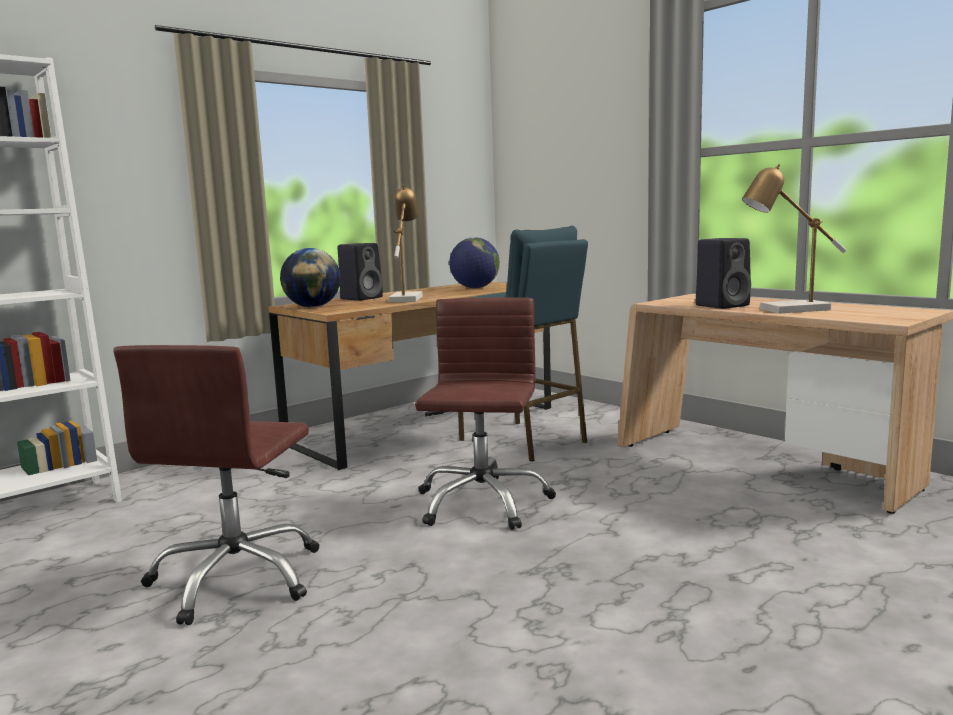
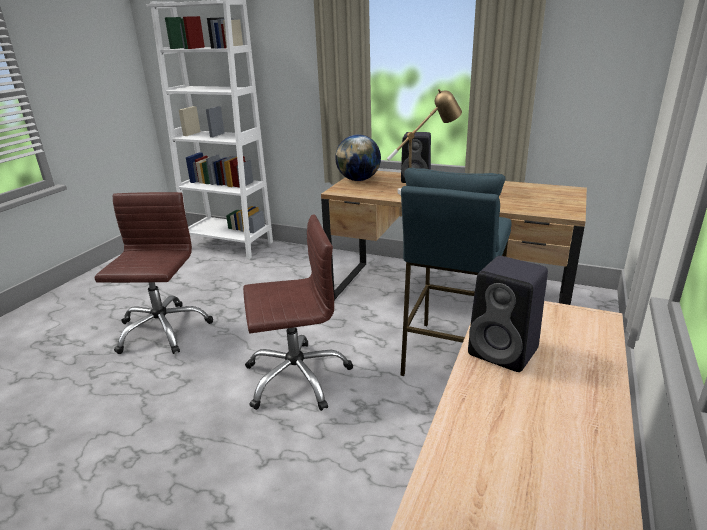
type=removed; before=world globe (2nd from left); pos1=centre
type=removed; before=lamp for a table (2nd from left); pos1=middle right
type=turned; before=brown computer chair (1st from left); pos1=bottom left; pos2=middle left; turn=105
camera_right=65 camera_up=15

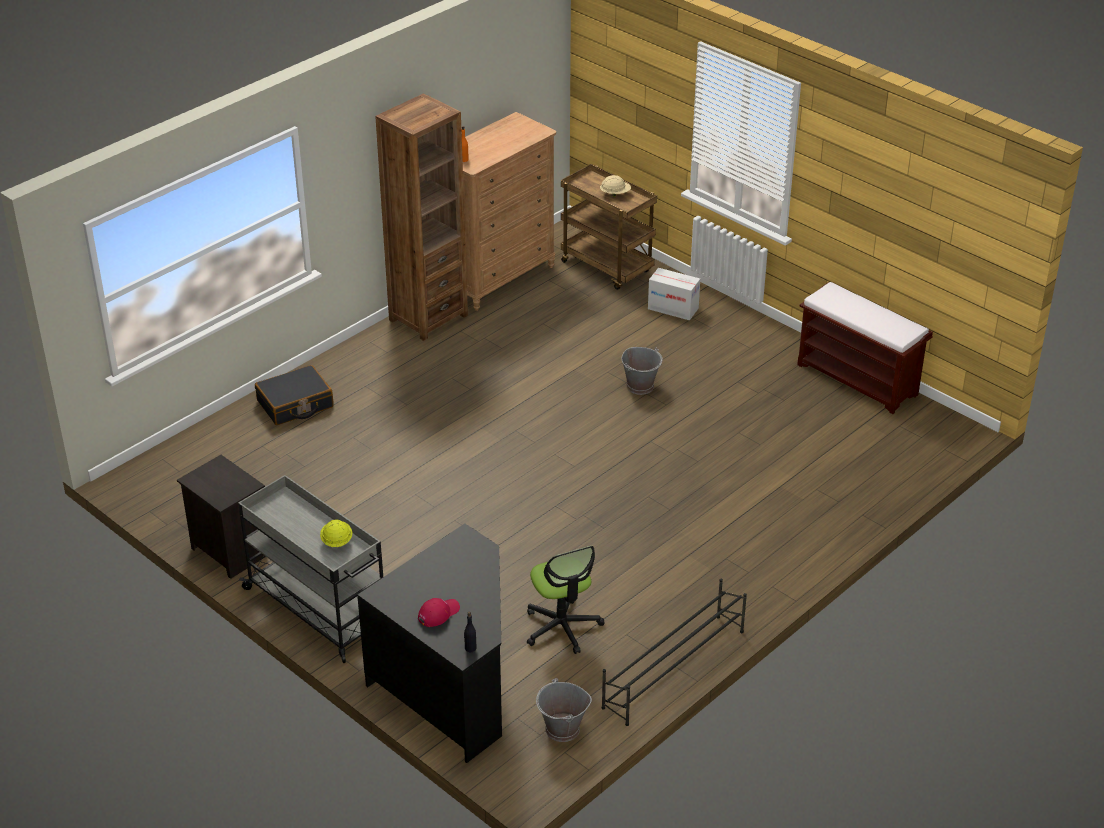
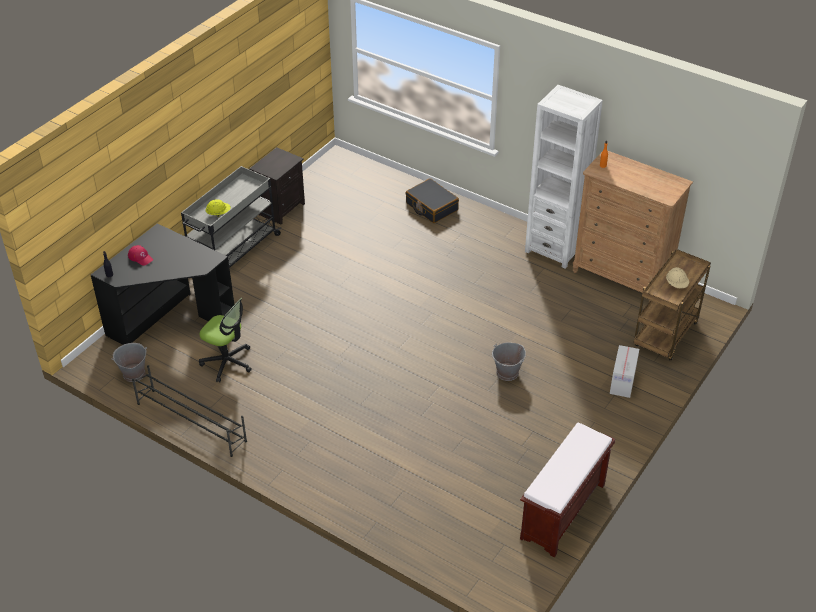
type=recoloured; before=brown bookcase; after=white-coloured bookcase; pos1=top centre; pos2=top right
type=turned; before=computer chair; pos1=bottom centre; pos2=middle left; turn=-120
camera_right=80 camera_up=5

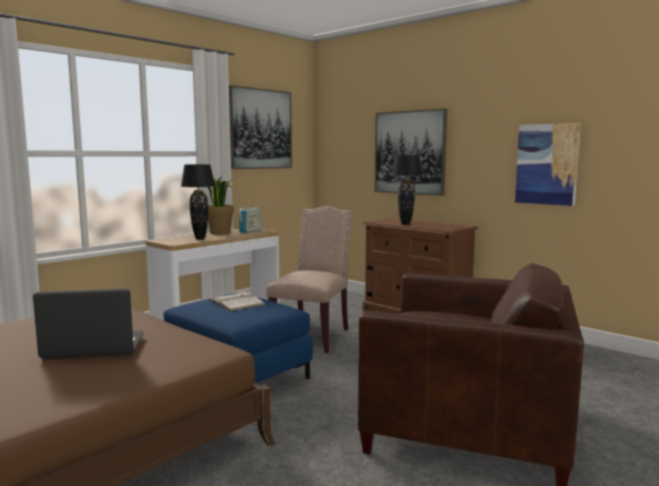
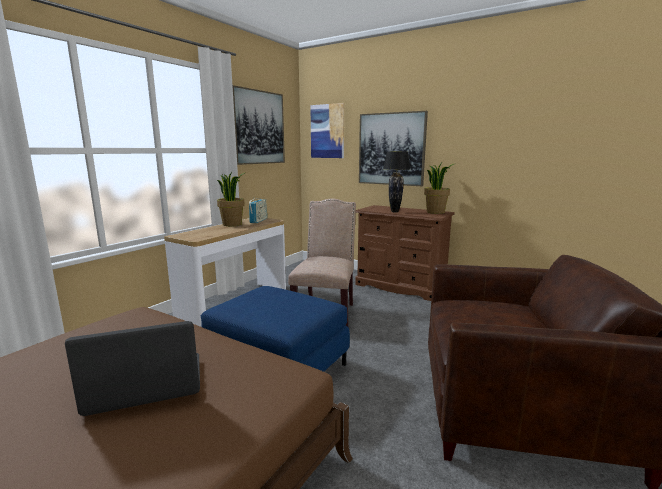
type=removed; before=blackish lamp for a table (1st from left); pos1=middle left
type=removed; before=white-coloured book; pos1=centre
type=added; after=houseplant (2nd from left); pos2=centre
type=moved; before=wall picture (3rd from left in the first image); after=wall picture (2nd from left); pos1=middle right; pos2=top centre
camera_right=-10 camera_up=5

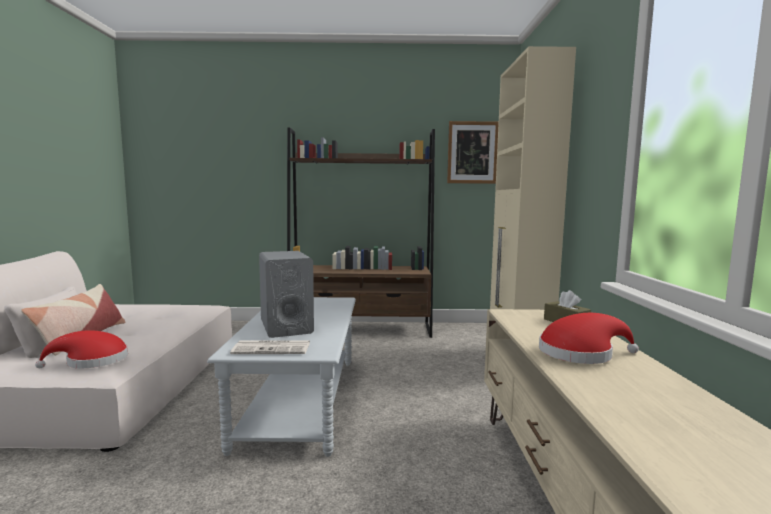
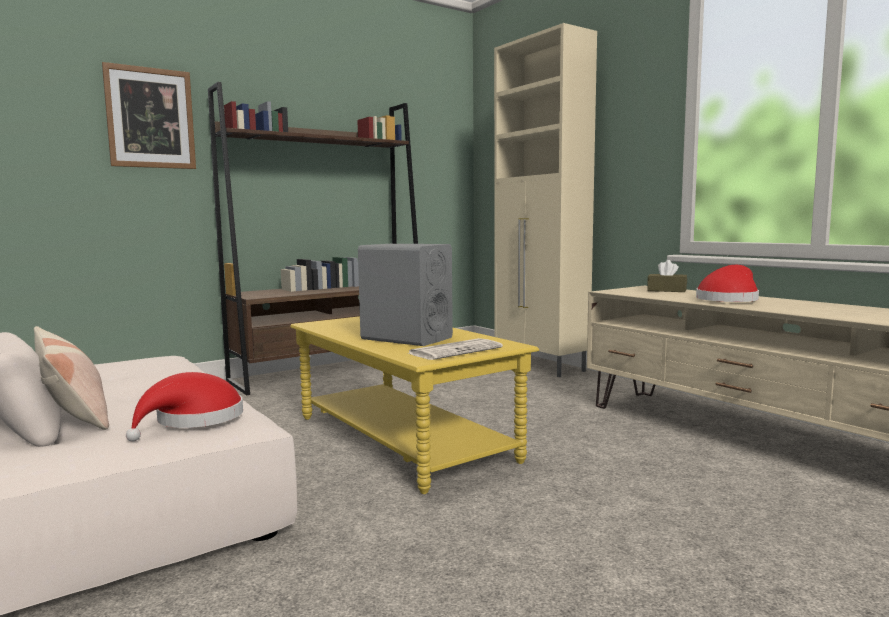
type=moved; before=wall picture; pos1=top centre; pos2=top left
type=recoloured; before=grey coffee table; after=yellow coffee table; pos1=bottom centre; pos2=centre
camera_right=-35 camera_up=0

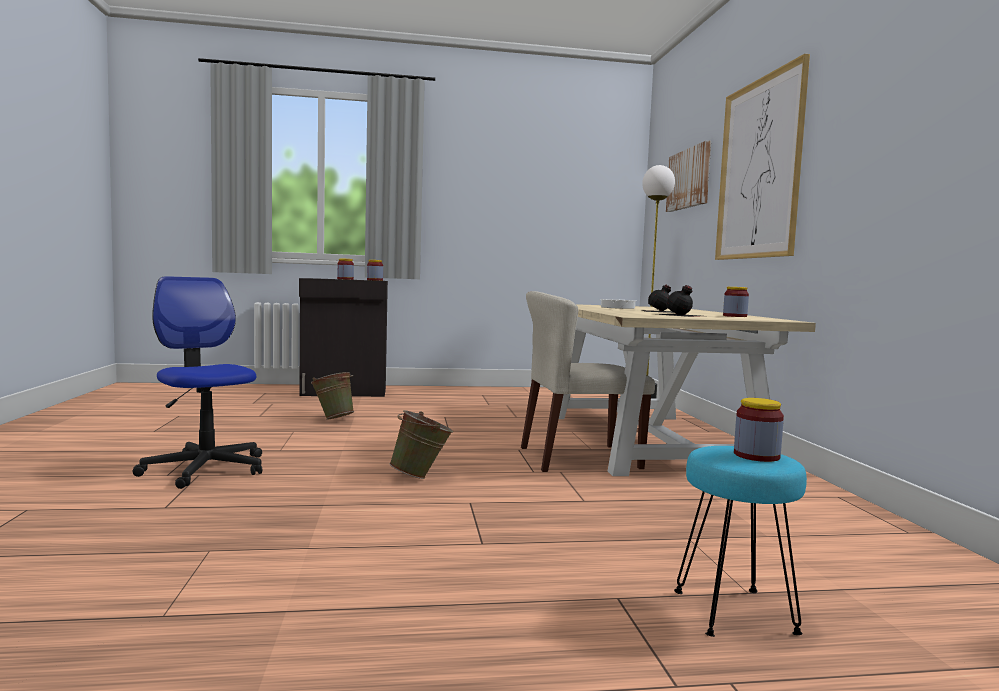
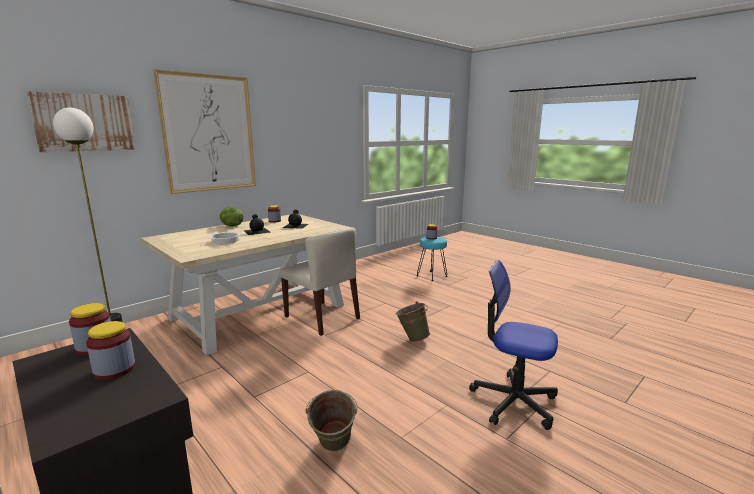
type=added; after=head of lettuce; pos2=middle left
type=turned; before=computer chair; pos1=middle left; pos2=bottom right; turn=105
camera_right=-125 camera_up=10

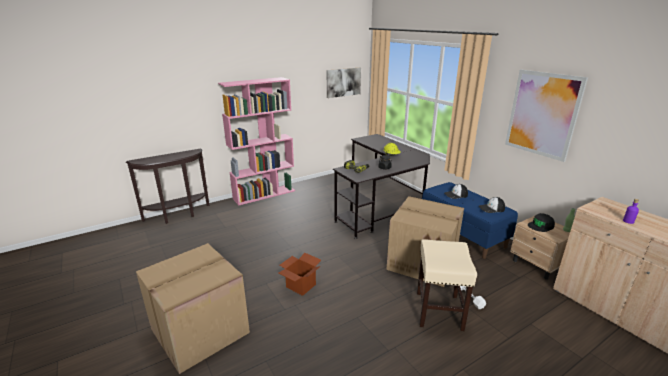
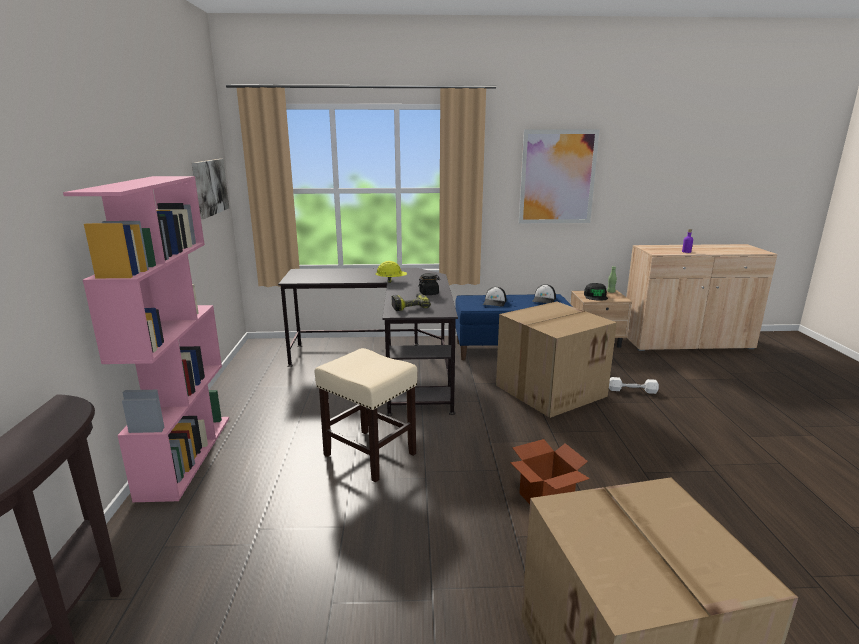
type=moved; before=beige-coloured sitting stool; pos1=bottom right; pos2=centre
camera_right=-60 camera_up=-5

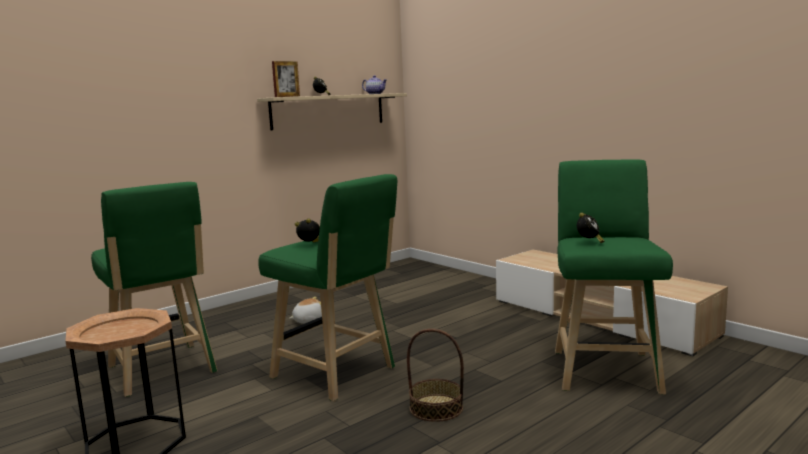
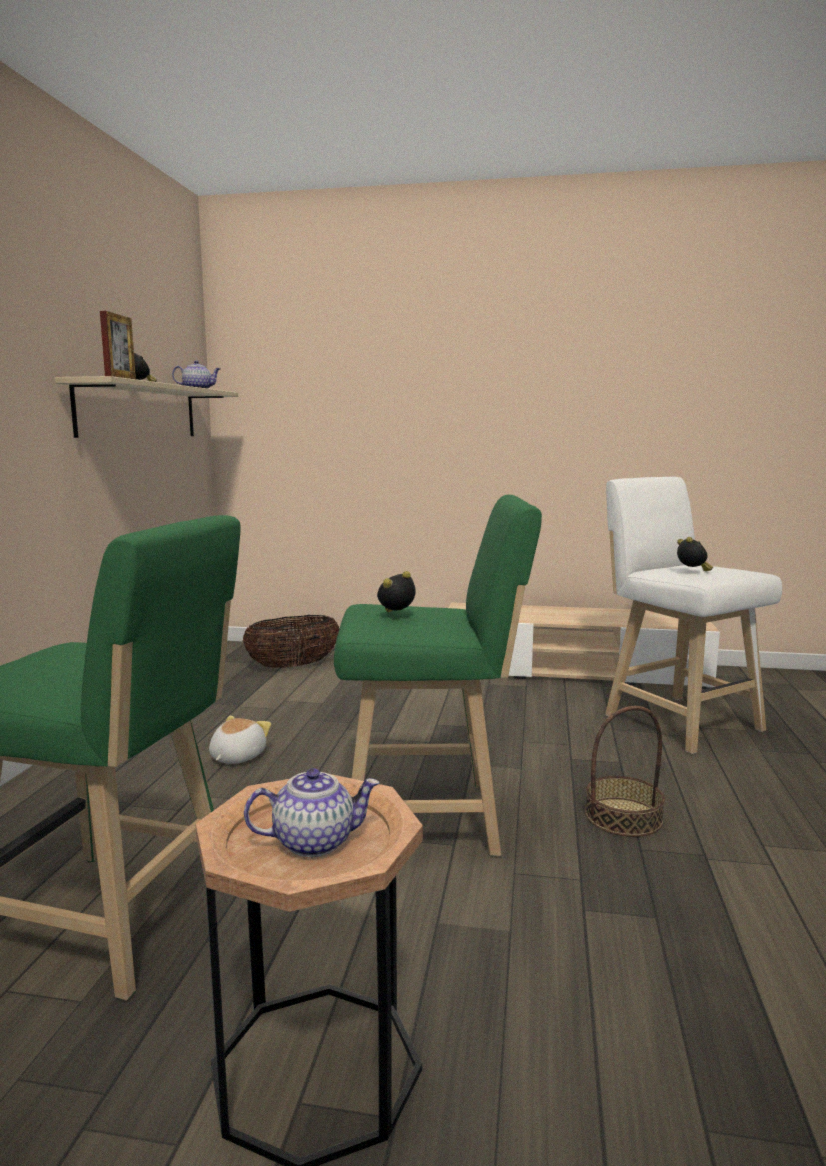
type=added; after=household basket (1st from left); pos2=centre
type=added; after=pot for tea (2nd from left); pos2=bottom centre
type=recoloured; before=green-coloured sitting stool (3rd from left); after=white-coloured sitting stool; pos1=middle right; pos2=middle right
camera_right=-40 camera_up=0

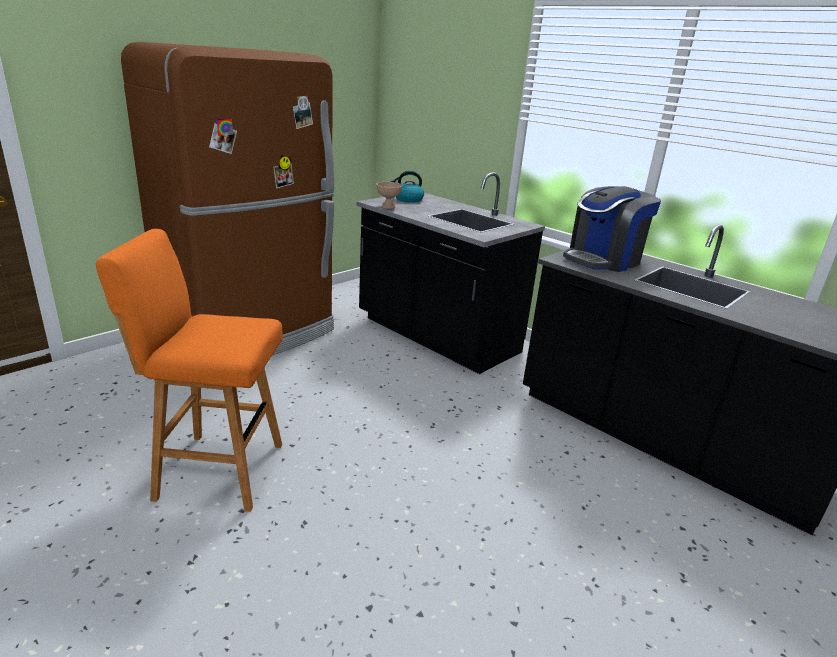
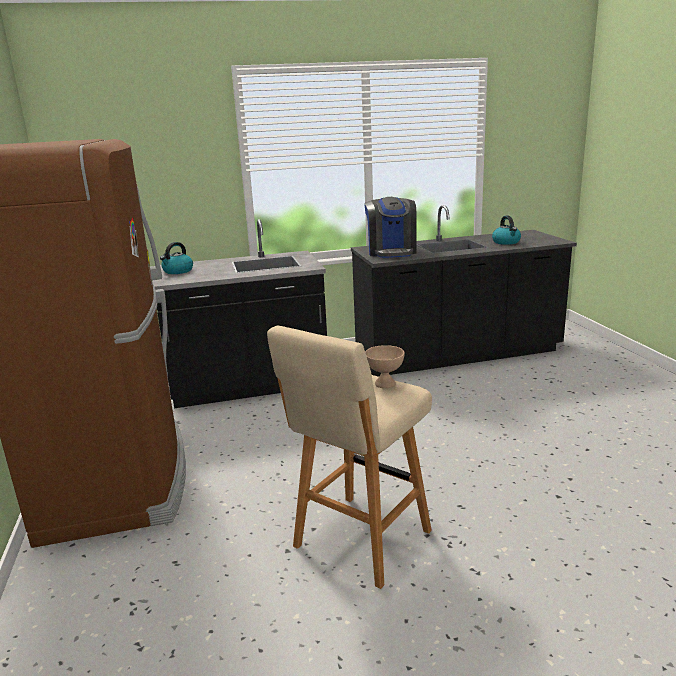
type=added; after=tea kettle (2nd from left); pos2=middle right
type=moved; before=beige-coloured bowl; pos1=top centre; pos2=centre
type=recoloured; before=orange-coloured sitting stool; after=beige-coloured sitting stool; pos1=middle left; pos2=bottom centre
camera_right=-55 camera_up=-5

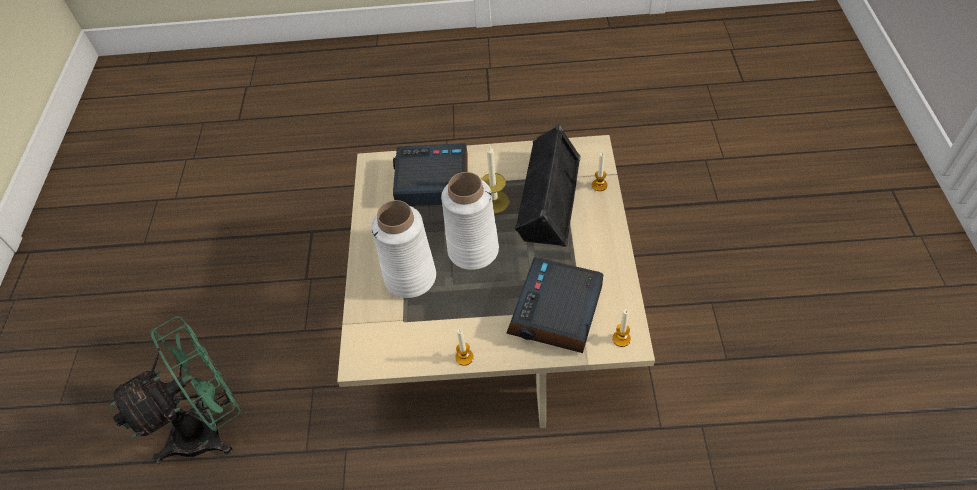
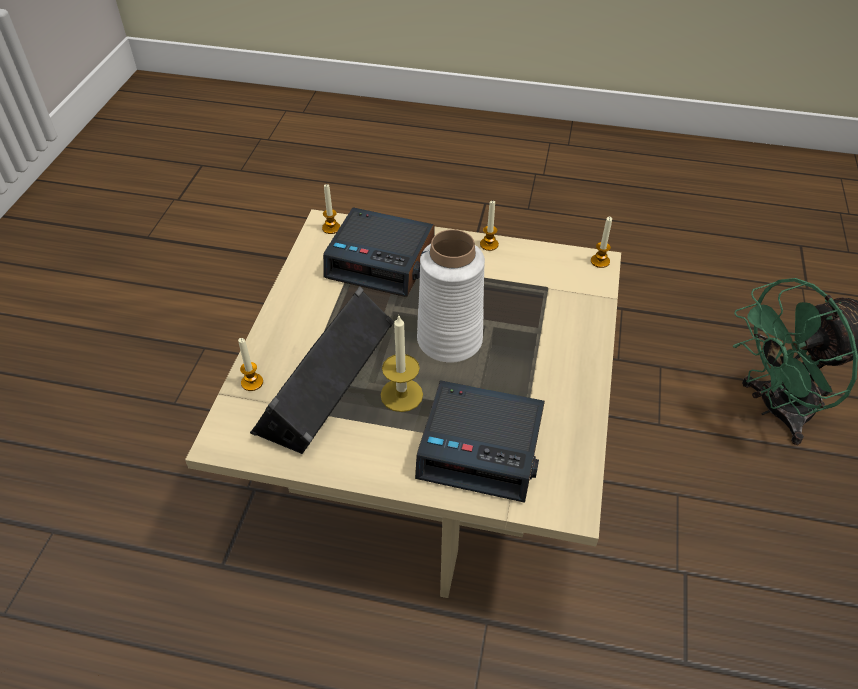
type=removed; before=white-coloured flower vase (1st from left); pos1=centre
type=added; after=wax light (5th from left); pos2=middle right
type=turned; before=bedside clock (2nd from left in the first image); pos1=centre; pos2=centre; turn=75
camera_right=-170 camera_up=-5

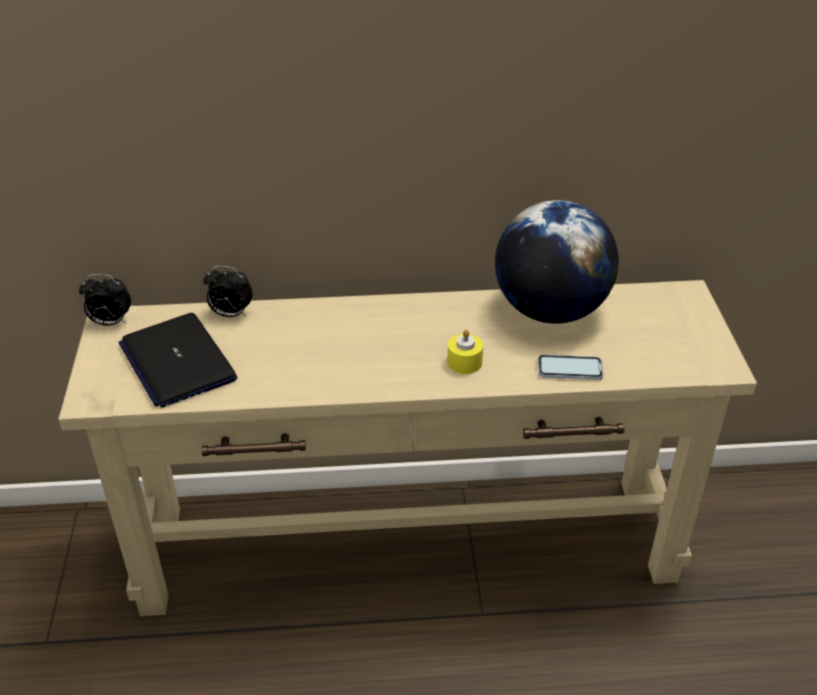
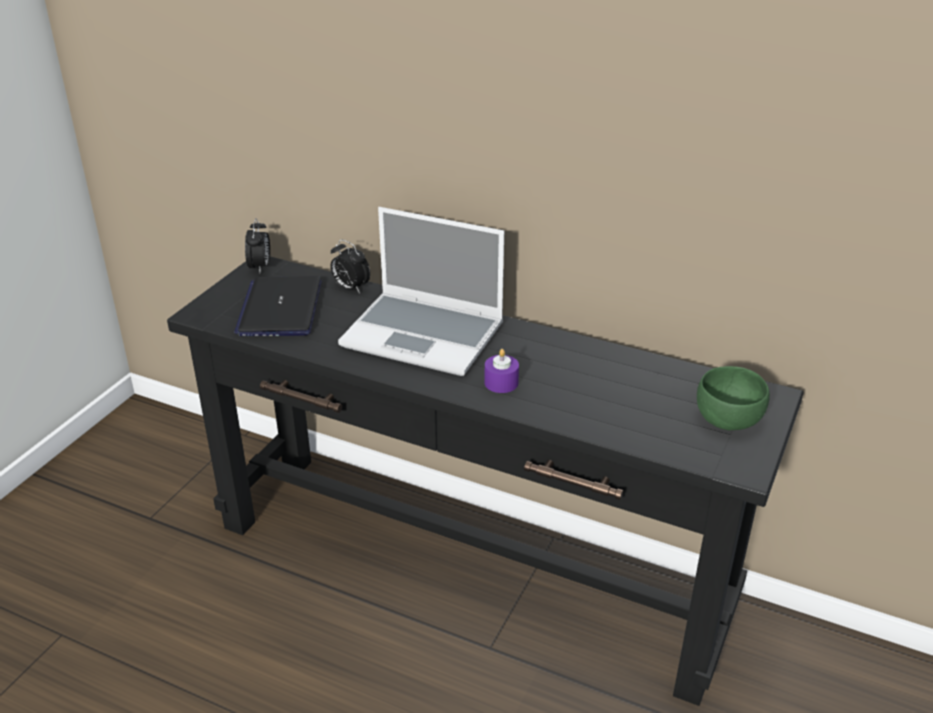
type=removed; before=world globe; pos1=middle right
type=removed; before=handset; pos1=middle right
type=added; after=notebook computer (2nd from left); pos2=centre
type=added; after=green-coloured bowl; pos2=middle right
type=recoloured; before=beige-coloured console table; after=blackish console table; pos1=centre; pos2=bottom centre
type=recoloured; before=yellow wax light; after=purple-coloured wax light; pos1=centre; pos2=centre
type=turned; before=bedside clock (1st from left); pos1=middle left; pos2=middle left; turn=-120
camera_right=30 camera_up=-5

